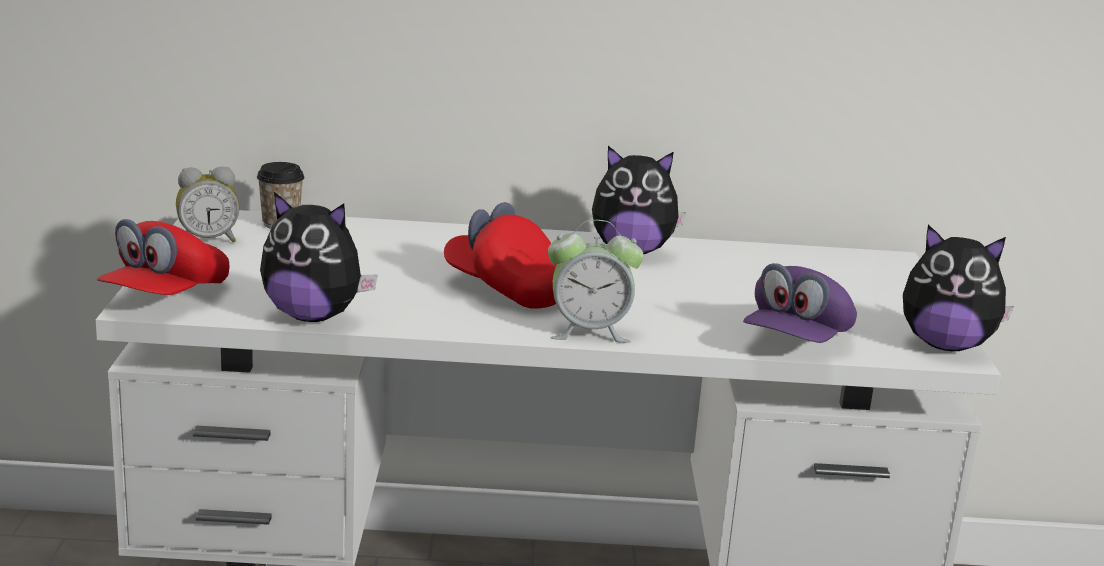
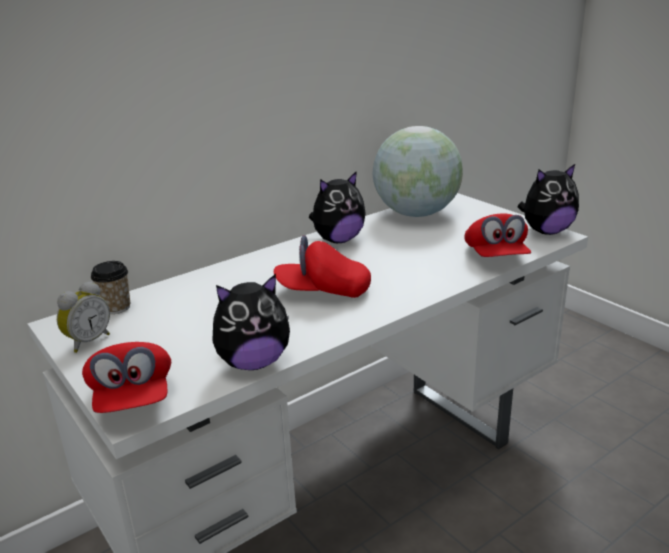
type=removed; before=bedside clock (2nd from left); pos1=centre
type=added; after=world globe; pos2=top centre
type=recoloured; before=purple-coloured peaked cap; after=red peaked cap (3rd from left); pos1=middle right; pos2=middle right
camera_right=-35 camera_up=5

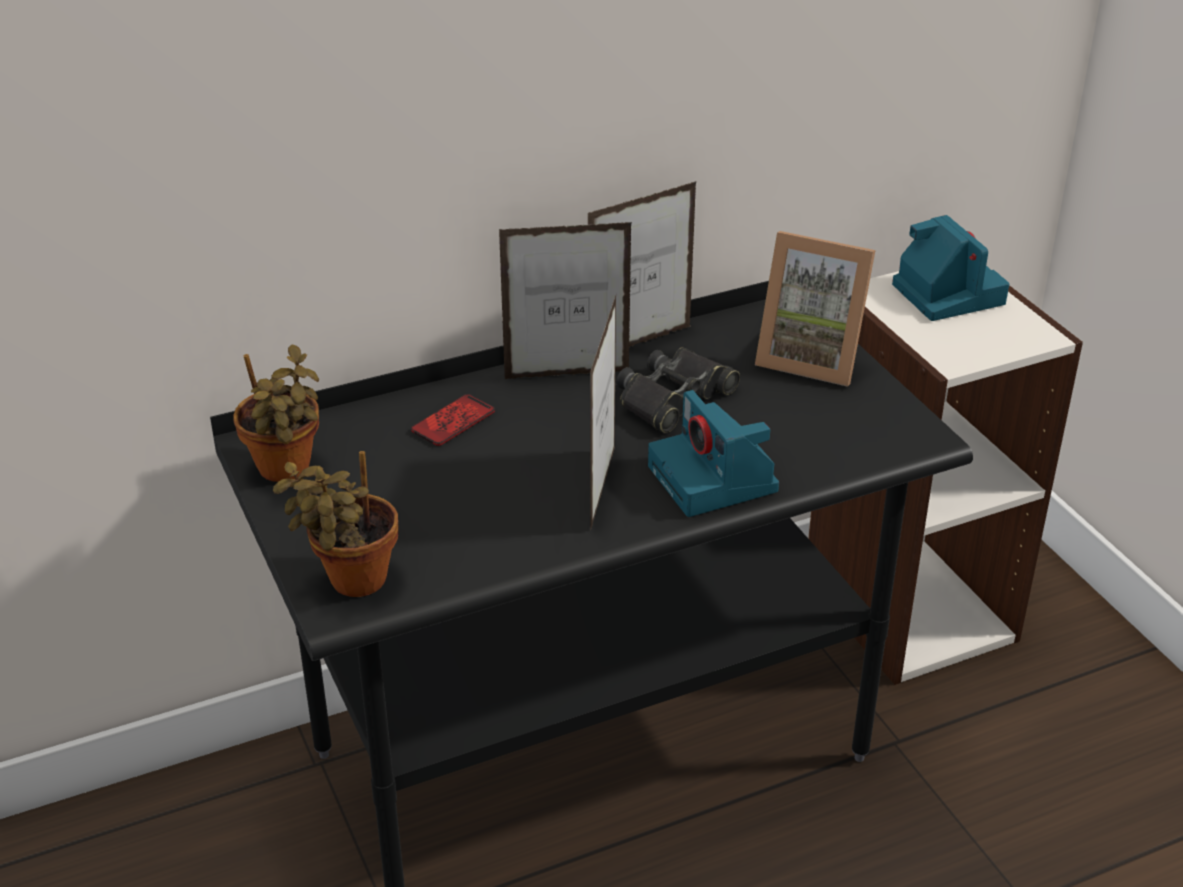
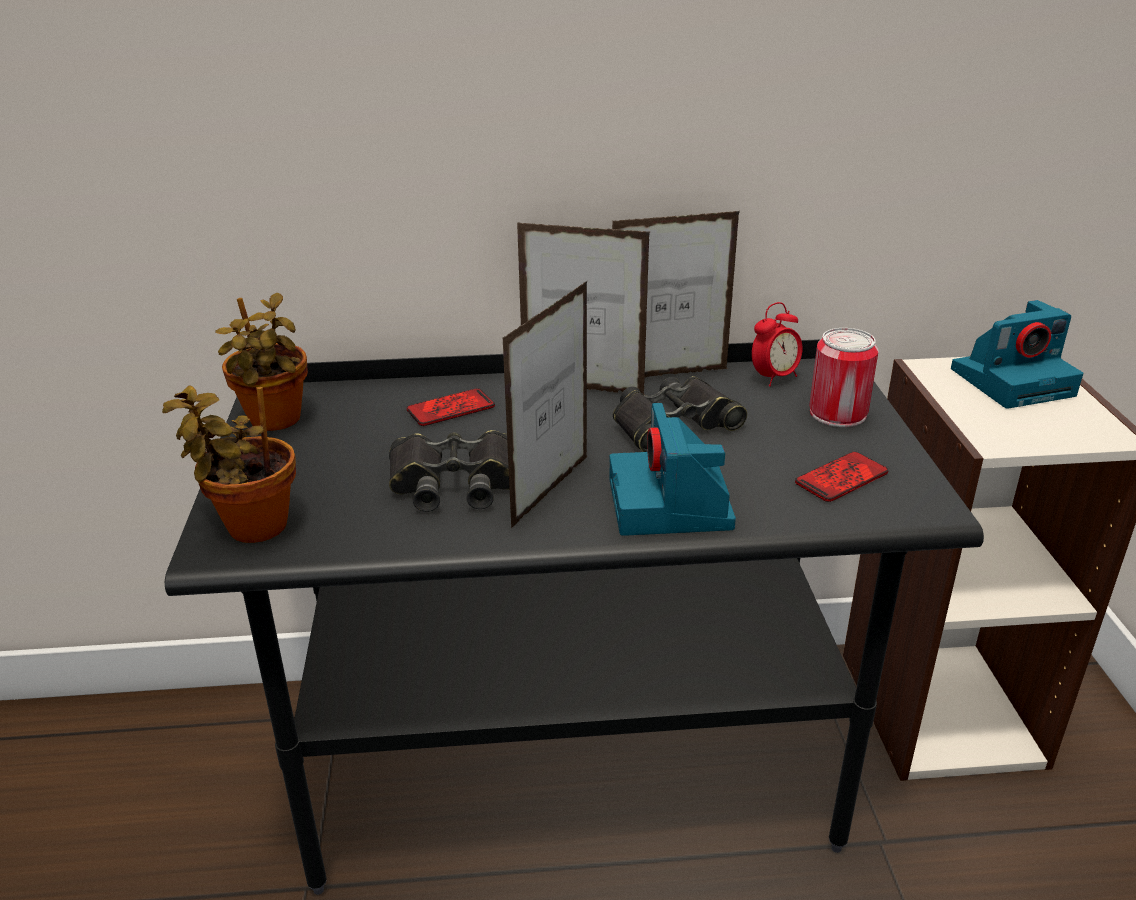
type=added; after=blackish pair of binoculars (1st from left); pos2=centre
type=added; after=bedside clock; pos2=middle right
type=added; after=handset (2nd from left); pos2=middle right
type=replaced; before=photo frame (4th from left); after=can; pos1=middle right; pos2=middle right
type=turned; before=still camera (2nd from left); pos1=top right; pos2=middle right; turn=75
camera_right=20 camera_up=-5

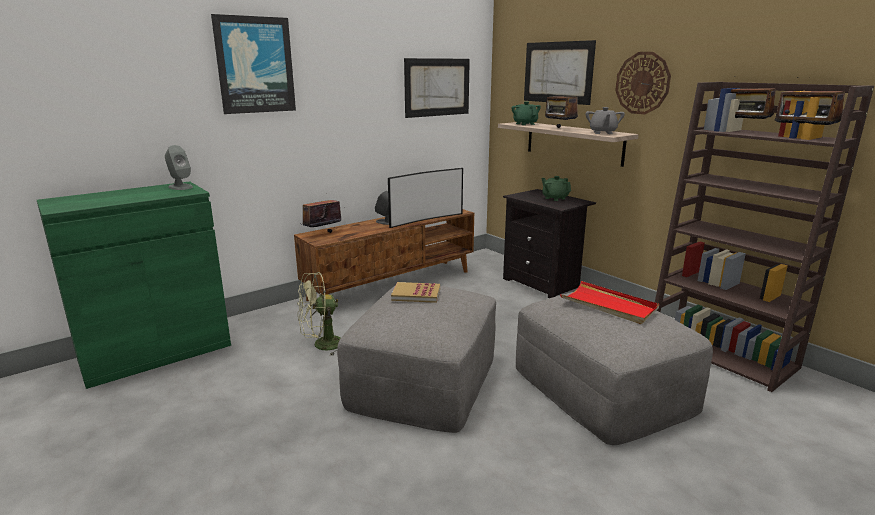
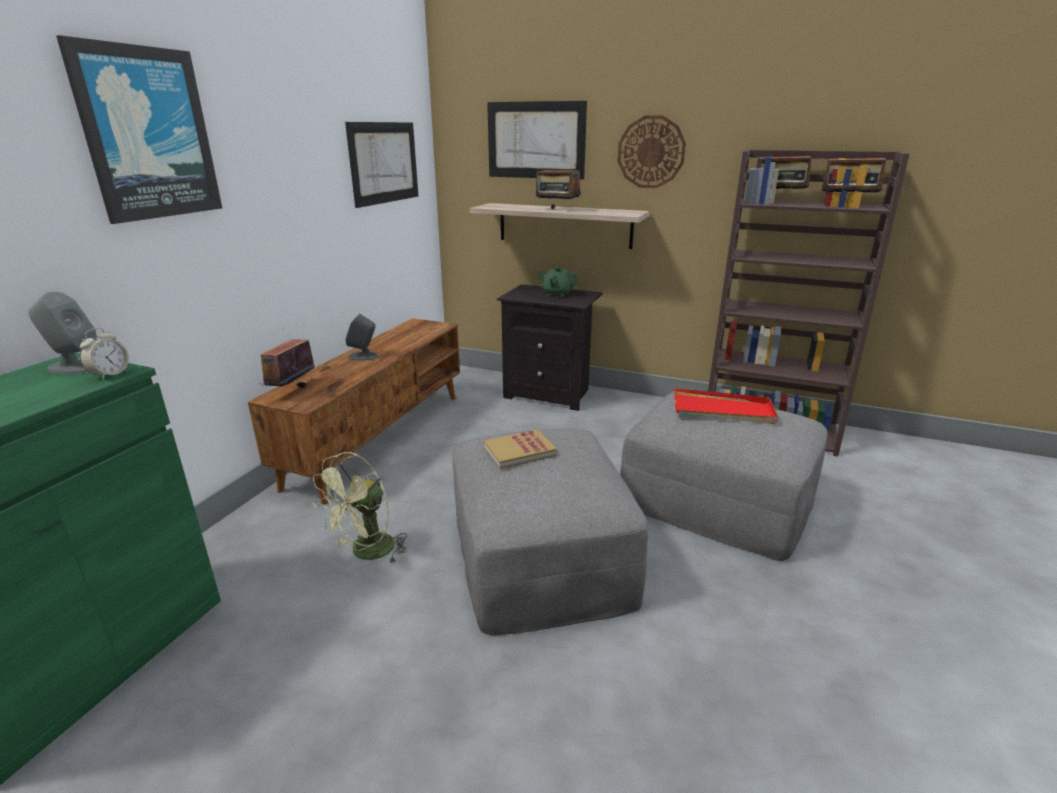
type=removed; before=television; pos1=centre
type=removed; before=green-coloured pot for tea (1st from left); pos1=top centre
type=removed; before=grey pot for tea; pos1=top right
type=added; after=bedside clock; pos2=middle left
camera_right=-30 camera_up=5

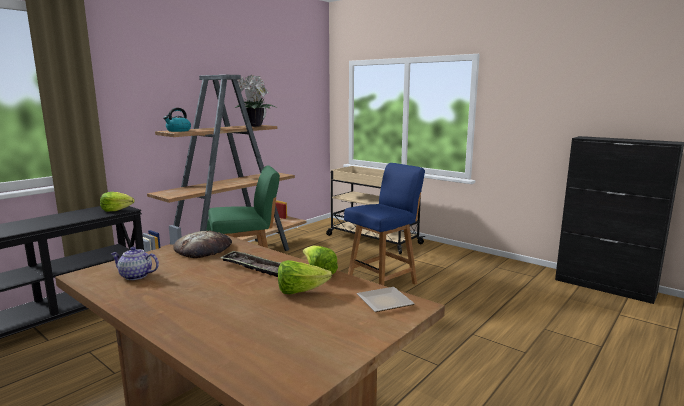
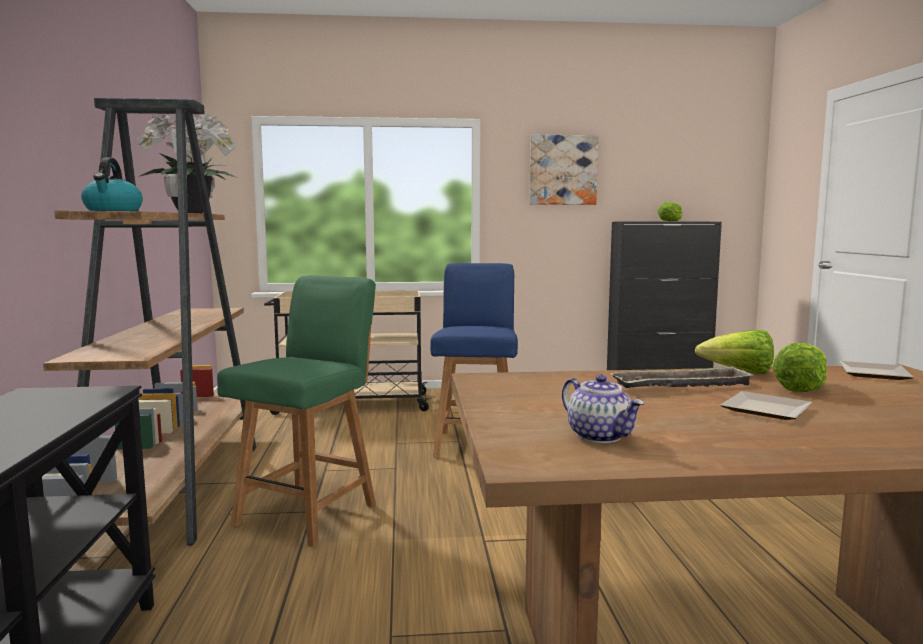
type=removed; before=bread; pos1=middle left
type=added; after=wall picture; pos2=top centre
type=added; after=plate (1st from left); pos2=middle right
type=moved; before=head of lettuce (1st from left); pos1=middle left; pos2=top right
type=turned; before=pot for tea; pos1=middle left; pos2=centre; turn=-90
camera_right=-45 camera_up=-5

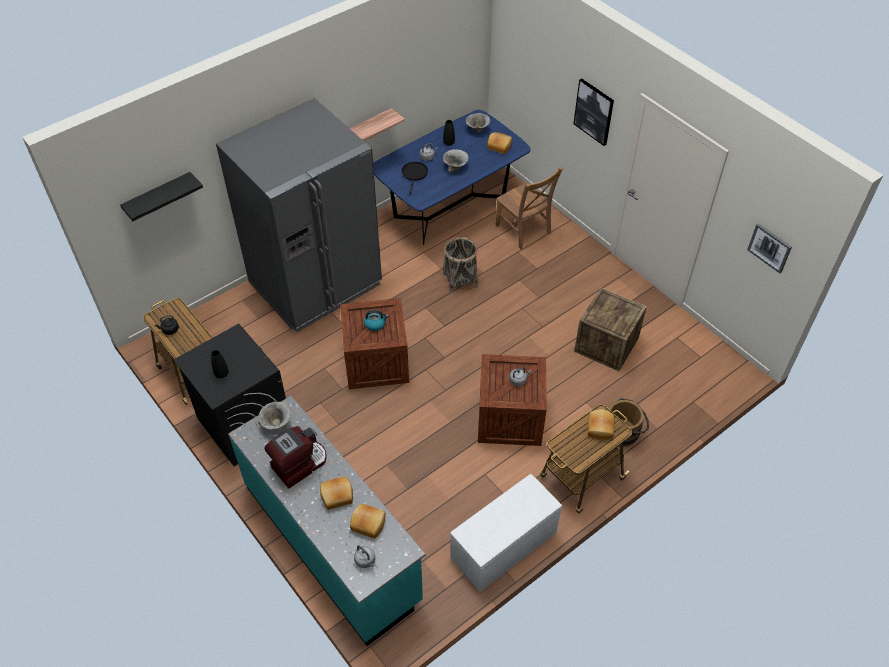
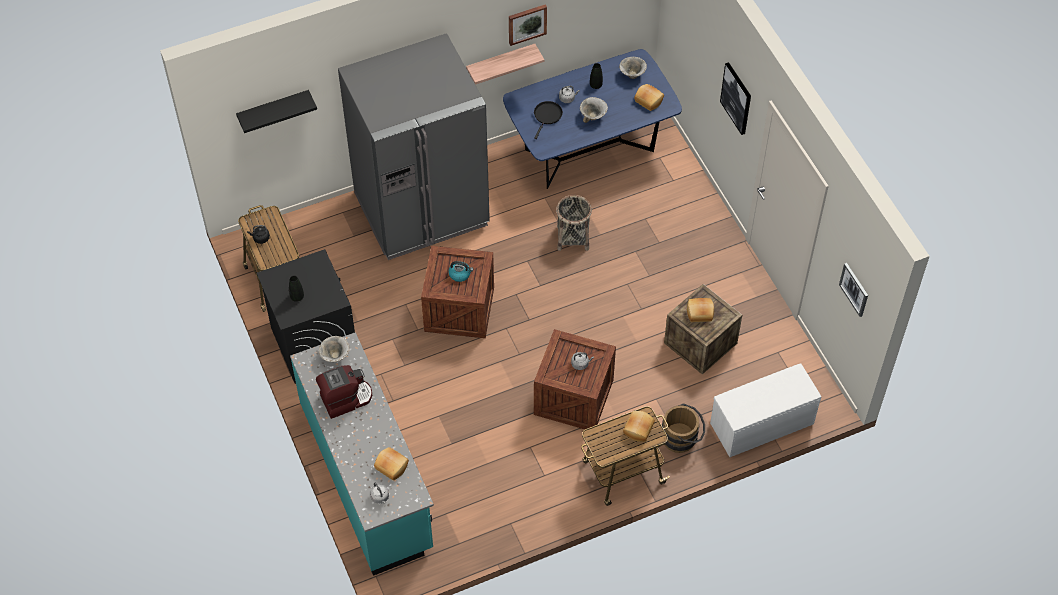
type=removed; before=brown upright chair; pos1=top centre
type=added; after=wall picture (1st from left); pos2=top centre
type=moved; before=bread (1st from left in the first image); after=bread (4th from left); pos1=bottom centre; pos2=centre
type=moved; before=white-coloured indoor bench; pos1=bottom centre; pos2=bottom right
camera_right=15 camera_up=5

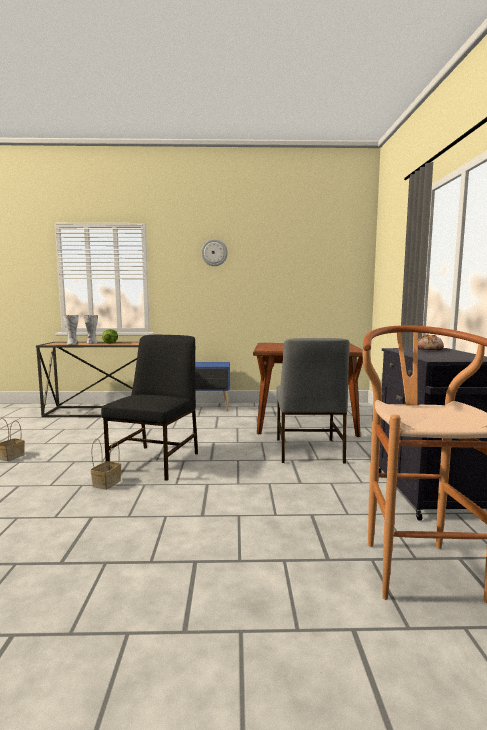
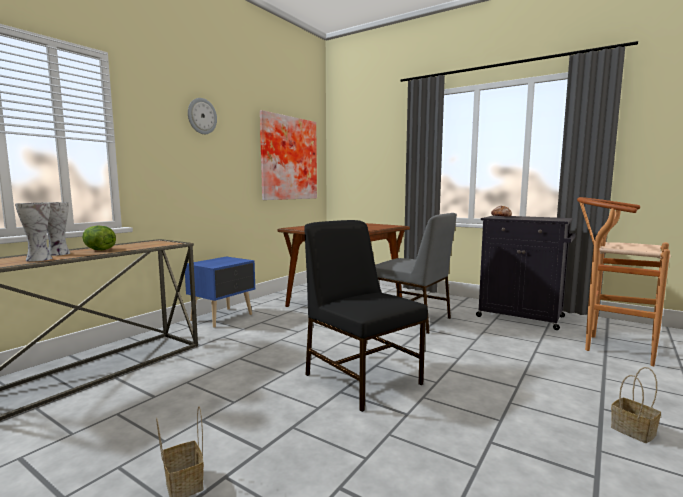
type=added; after=wall picture; pos2=top centre
type=moved; before=household basket (2nd from left); pos1=middle left; pos2=bottom right
camera_right=-55 camera_up=0

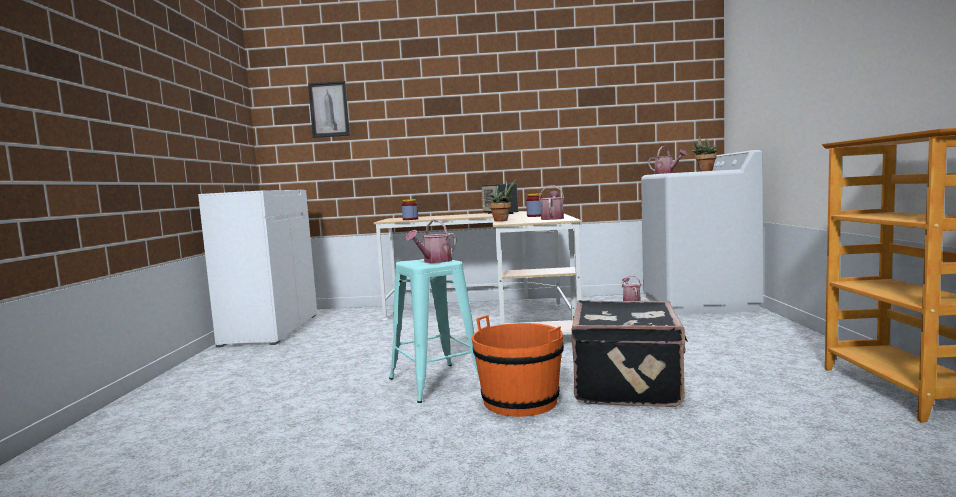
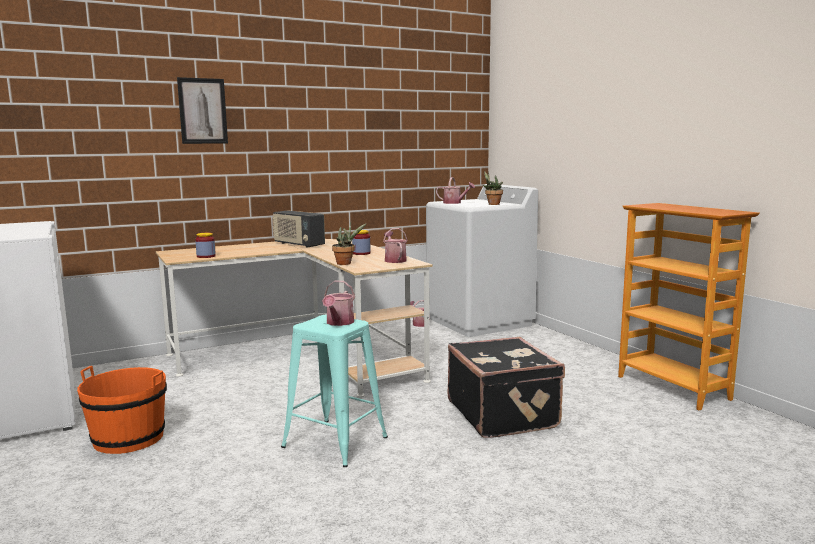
type=moved; before=wall picture; pos1=top centre; pos2=top left
type=moved; before=orange-coloured bucket; pos1=bottom centre; pos2=bottom left
camera_right=-30 camera_up=5

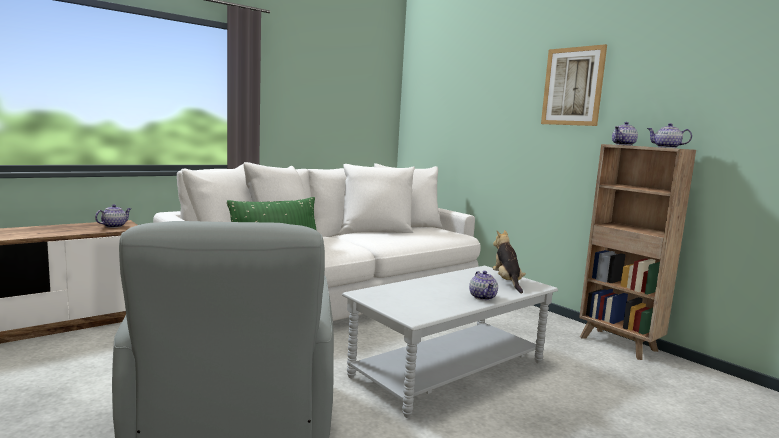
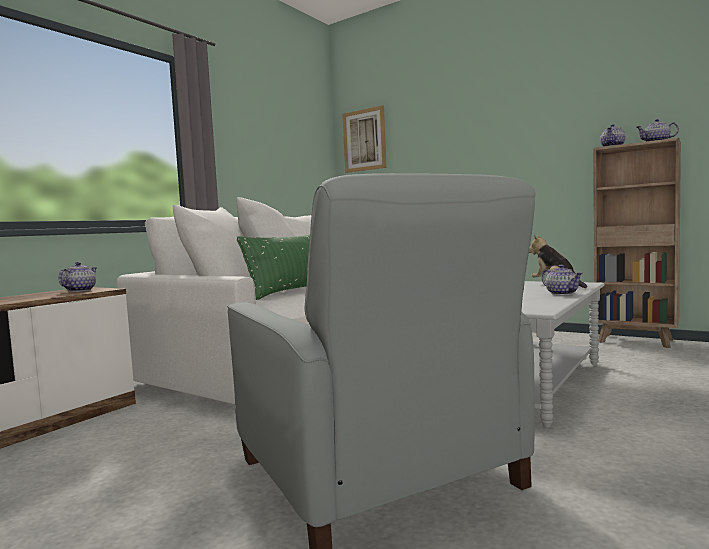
type=moved; before=wall picture; pos1=top right; pos2=top centre
camera_right=-15 camera_up=-5

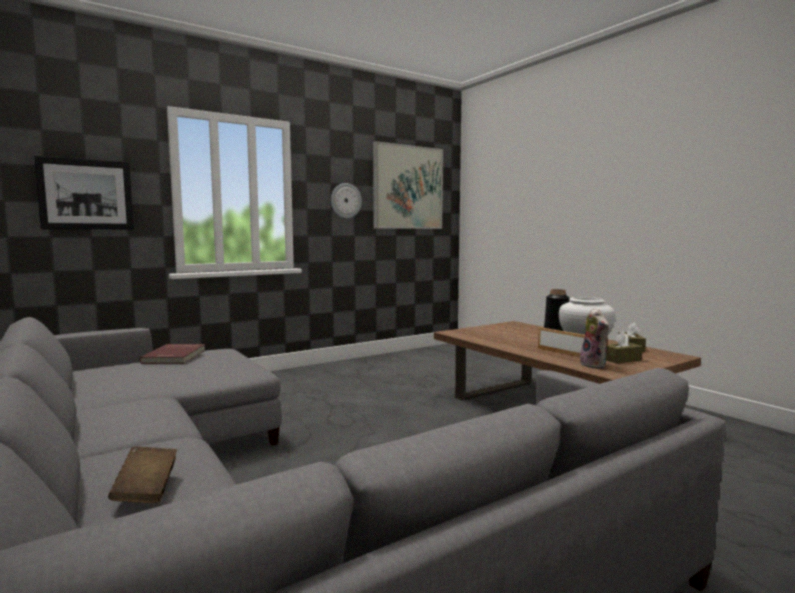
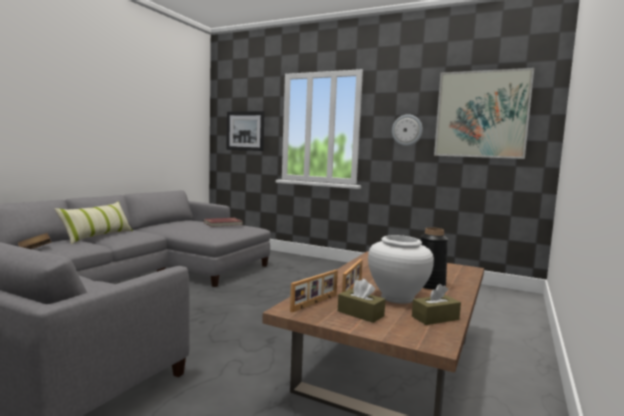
type=added; after=pillow; pos2=middle left
type=replaced; before=cuddly toy; after=photo frame (1st from left); pos1=middle right; pos2=bottom centre
camera_right=60 camera_up=0

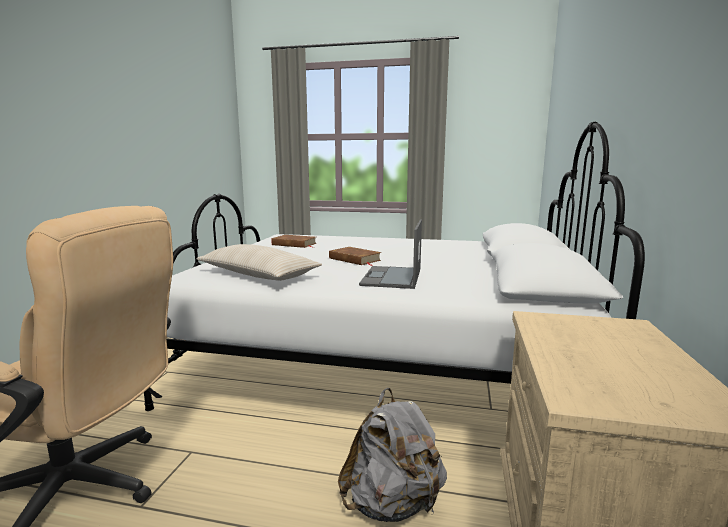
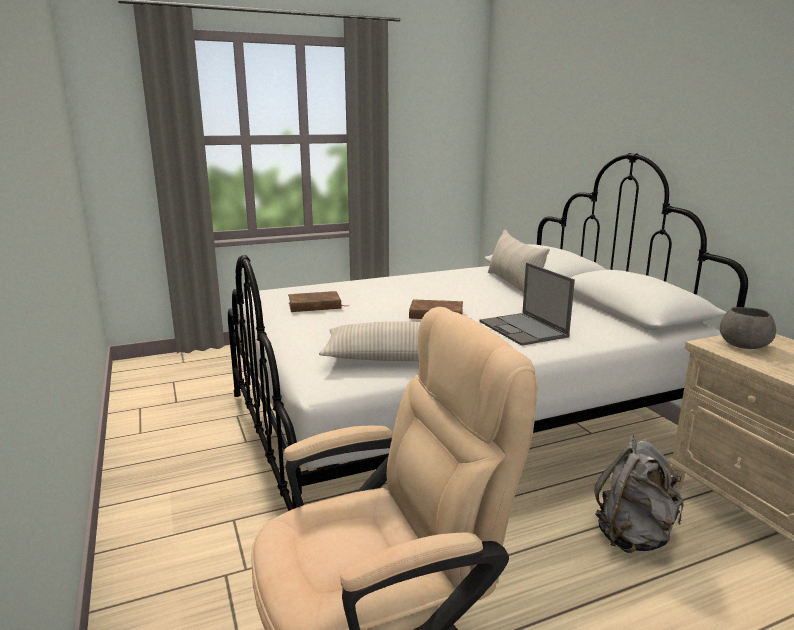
type=added; after=beige-coloured pillow (2nd from left); pos2=centre
type=added; after=grey bowl; pos2=middle right
camera_right=-35 camera_up=5

